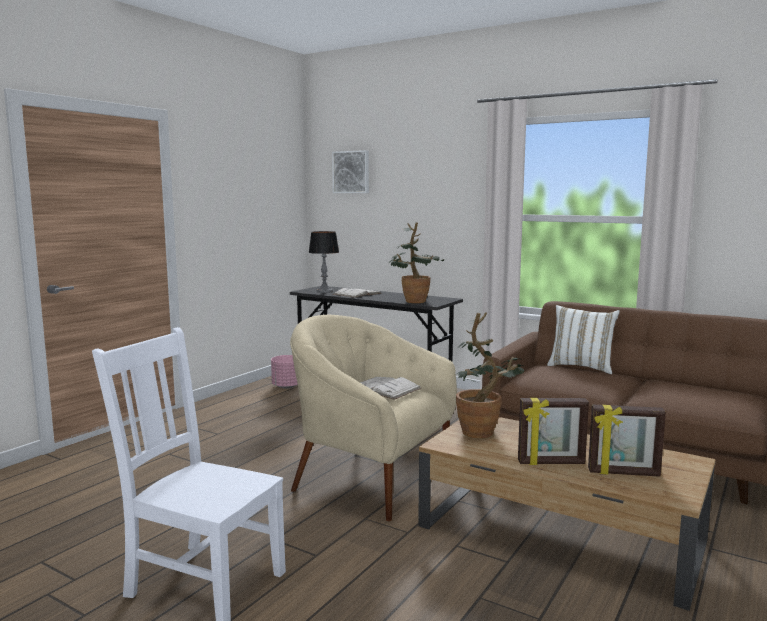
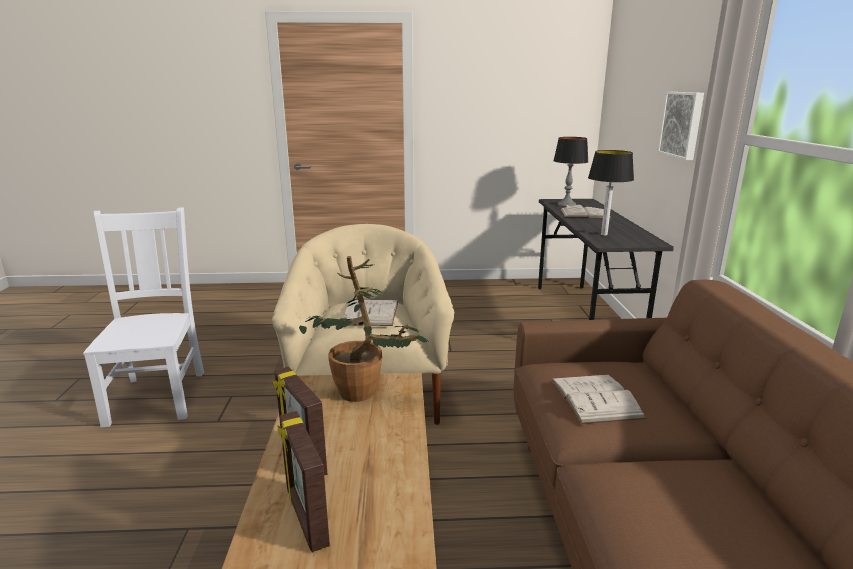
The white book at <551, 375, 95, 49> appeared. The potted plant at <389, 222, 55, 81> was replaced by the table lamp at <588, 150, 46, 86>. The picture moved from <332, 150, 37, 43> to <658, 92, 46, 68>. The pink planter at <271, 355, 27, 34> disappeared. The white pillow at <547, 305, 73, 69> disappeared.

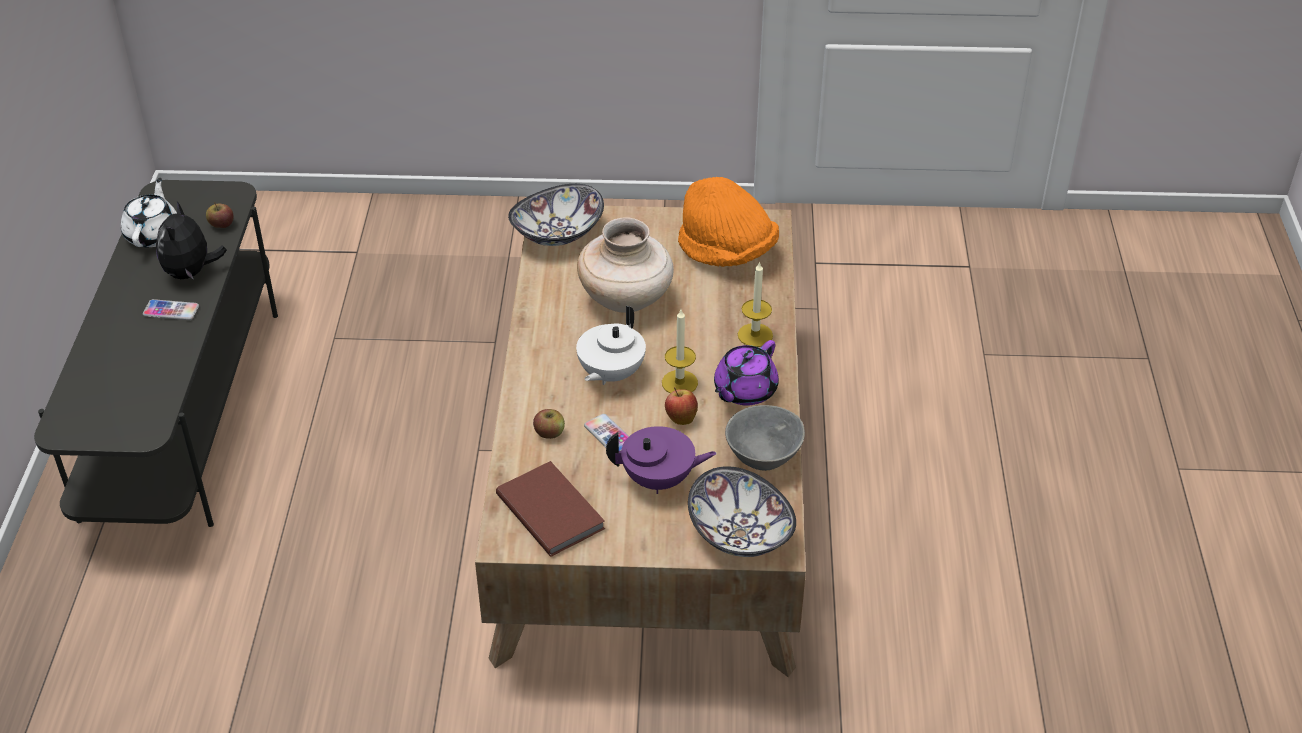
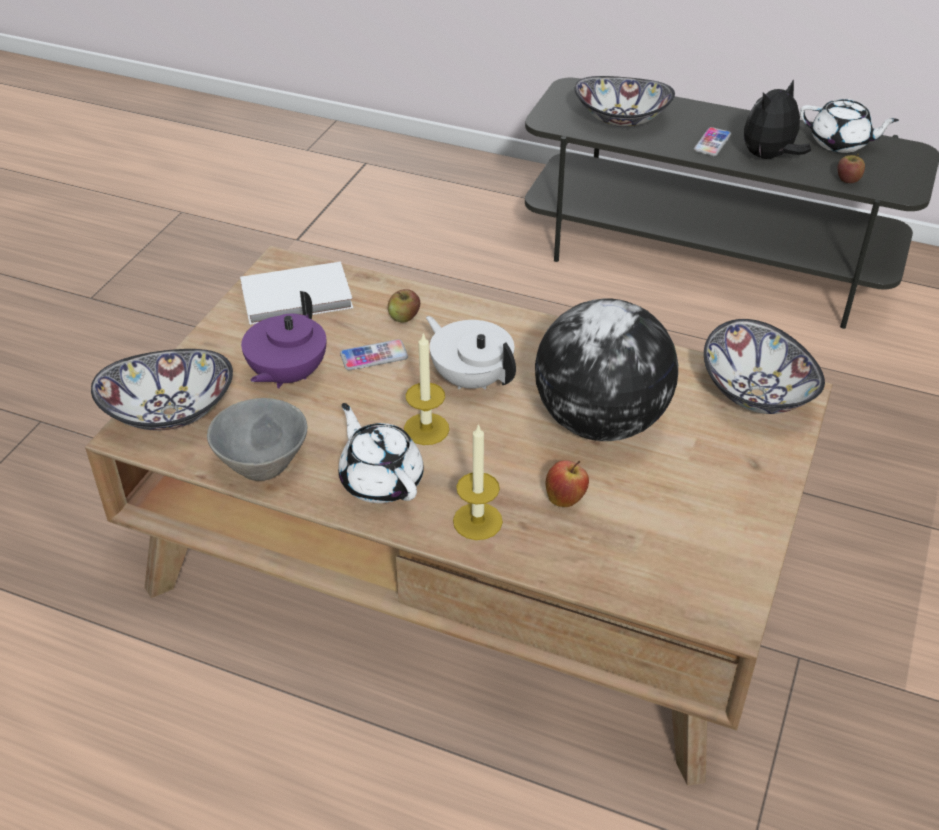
The brown book at <496, 461, 109, 95> became the white book at <240, 262, 113, 63>. The purple teapot at <714, 340, 65, 66> became the white teapot at <338, 403, 86, 100>. The beige vase at <577, 217, 97, 96> was replaced by the globe at <535, 298, 143, 143>. The apple moved from <665, 387, 33, 38> to <546, 460, 43, 47>. The bowl at <575, 76, 100, 51> appeared. The plush toy at <156, 201, 71, 79> turned 60 degrees counterclockwise. The orange hat at <678, 177, 101, 90> disappeared.

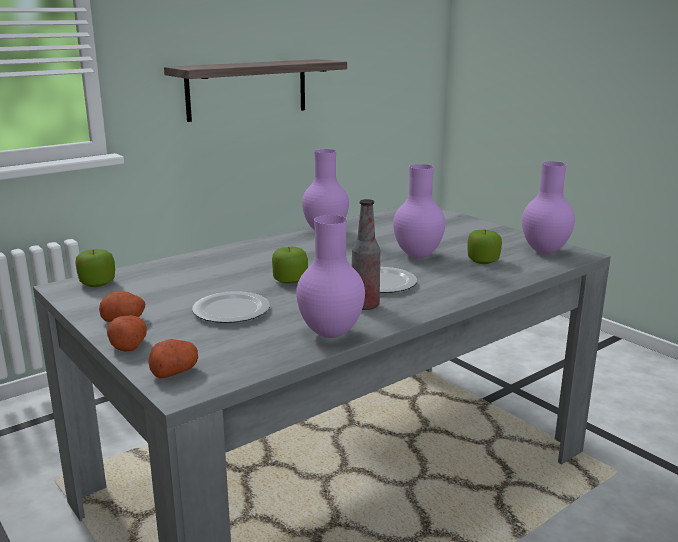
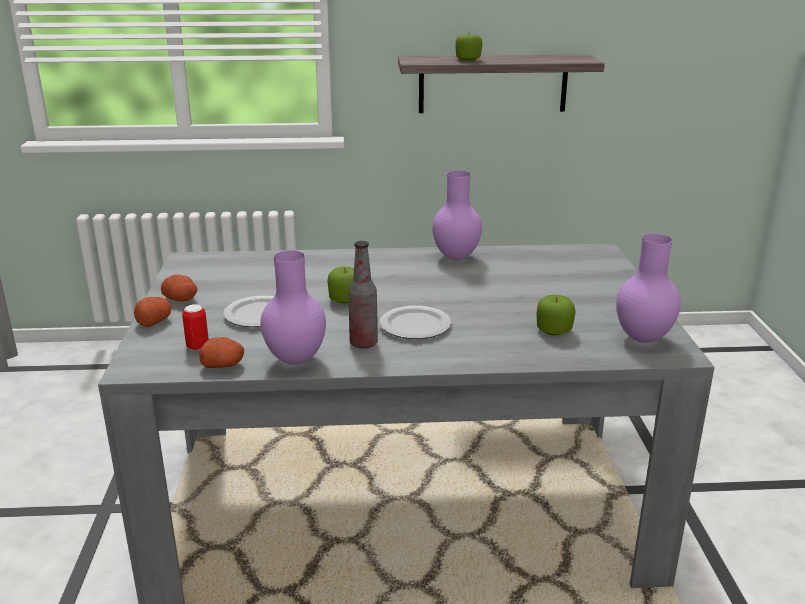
The can at <182, 304, 27, 47> appeared. The potato moved from <148, 339, 50, 39> to <199, 337, 45, 31>. The apple moved from <75, 249, 40, 38> to <455, 34, 27, 27>. The purple vase at <393, 164, 52, 94> disappeared.

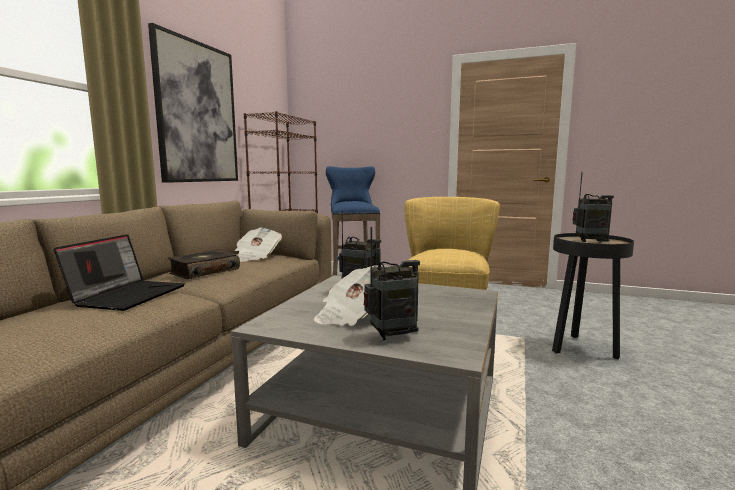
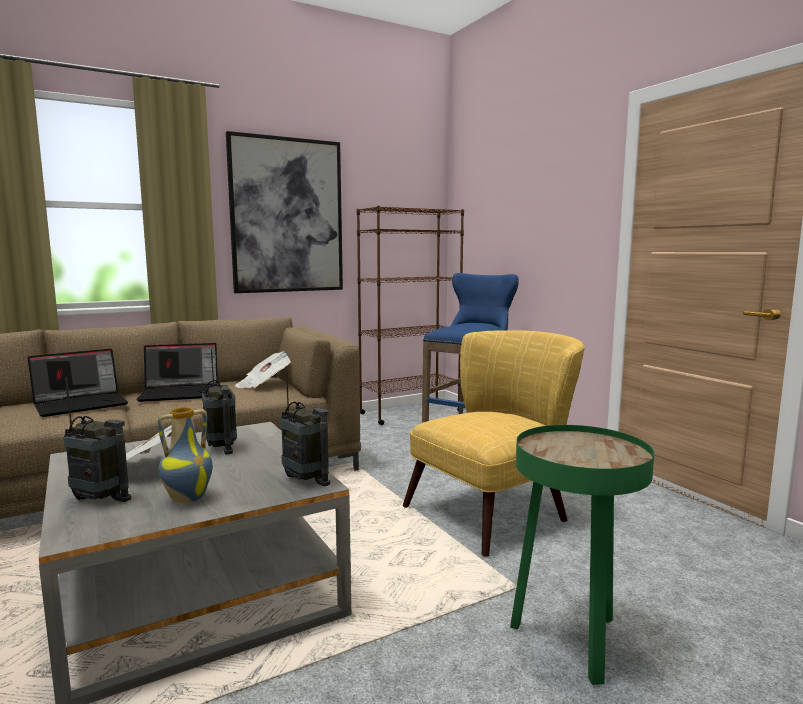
The book at <168, 249, 72, 30> was replaced by the laptop at <136, 343, 82, 59>. The vase at <157, 407, 56, 96> appeared. The radio moved from <572, 172, 42, 70> to <280, 366, 50, 120>. The black side table at <552, 233, 82, 126> became the green side table at <510, 425, 144, 260>.

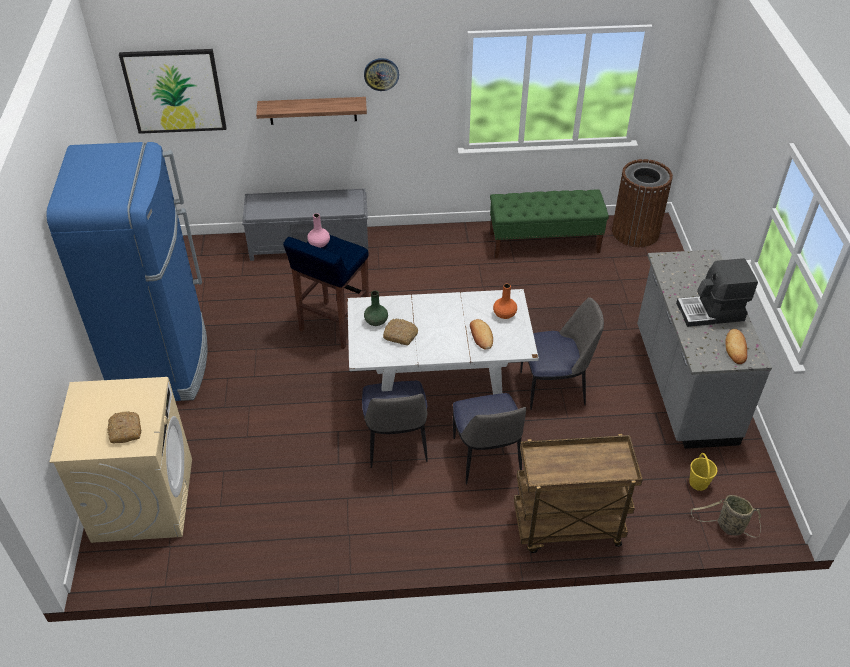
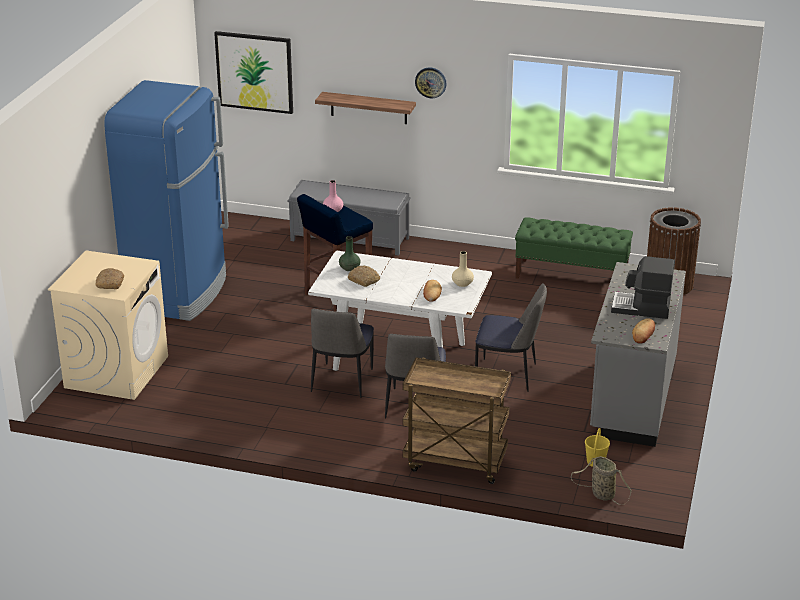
The orange vase at <493, 283, 24, 36> became the beige vase at <452, 251, 22, 36>.

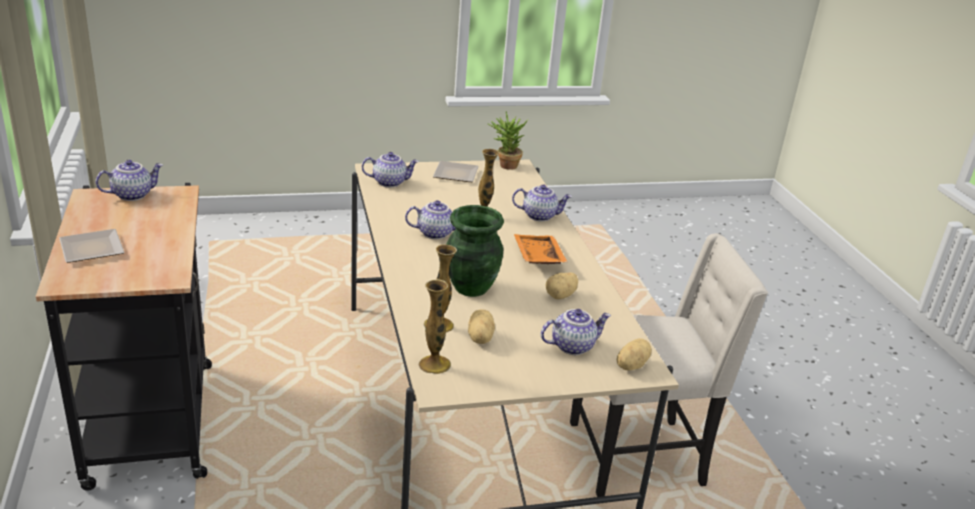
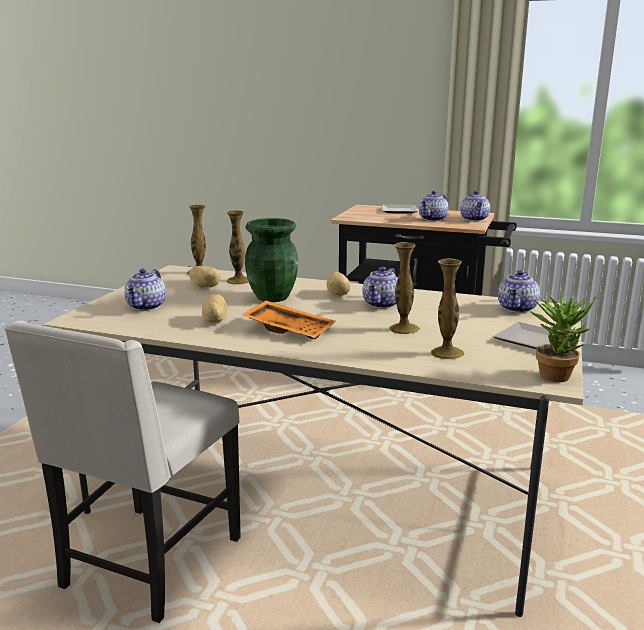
The potato moved from <617, 338, 35, 33> to <326, 271, 24, 25>. The teapot moved from <512, 184, 60, 37> to <419, 191, 29, 30>. The vase at <431, 259, 34, 100> appeared.

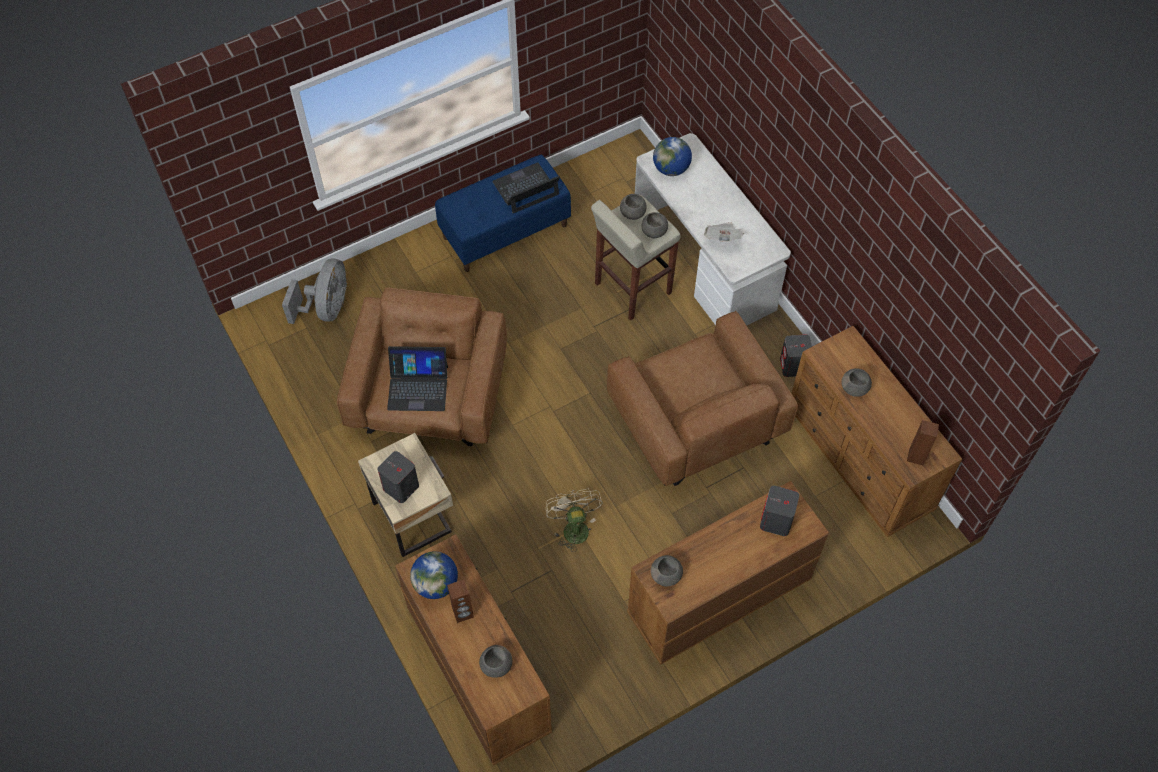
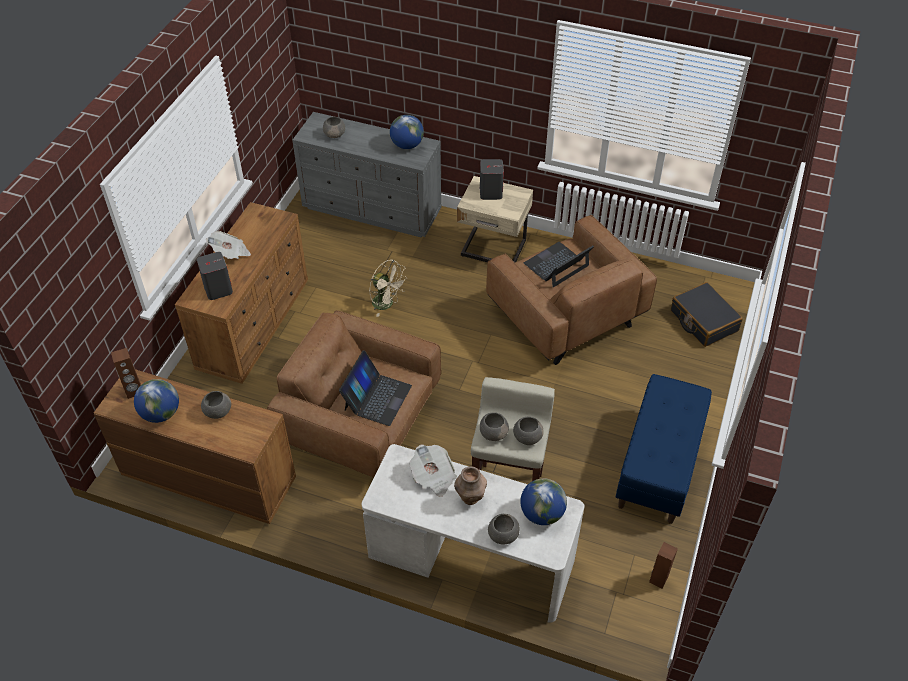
The globe at <134, 379, 45, 44> appeared. The newspaper at <206, 231, 45, 28> appeared. The brown dresser at <395, 534, 157, 232> became the grey dresser at <292, 112, 150, 126>. The laptop moved from <492, 163, 68, 50> to <339, 351, 73, 75>. The brown vase at <454, 467, 33, 38> appeared. The grey bowl moved from <651, 555, 32, 31> to <488, 514, 32, 31>. The brown speaker moved from <447, 579, 27, 44> to <649, 542, 29, 47>. The grey fan at <282, 258, 65, 66> was replaced by the black suitcase at <671, 282, 72, 65>. The grey speaker at <780, 334, 32, 43> disappeared.

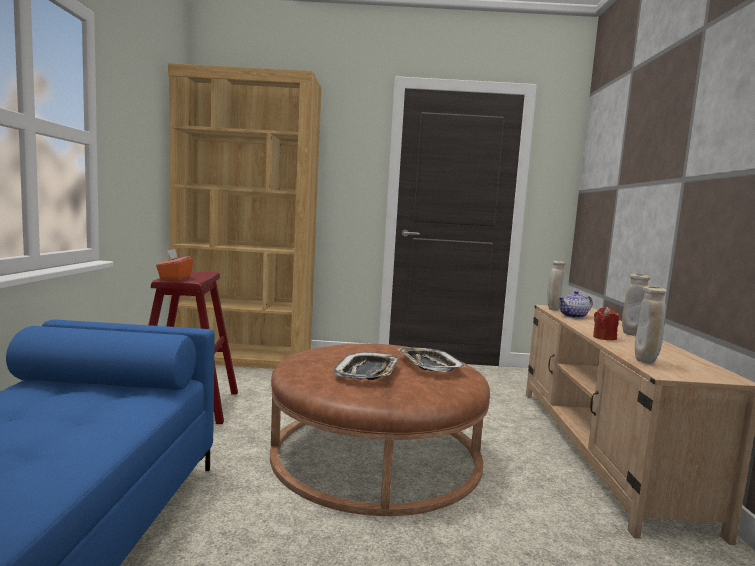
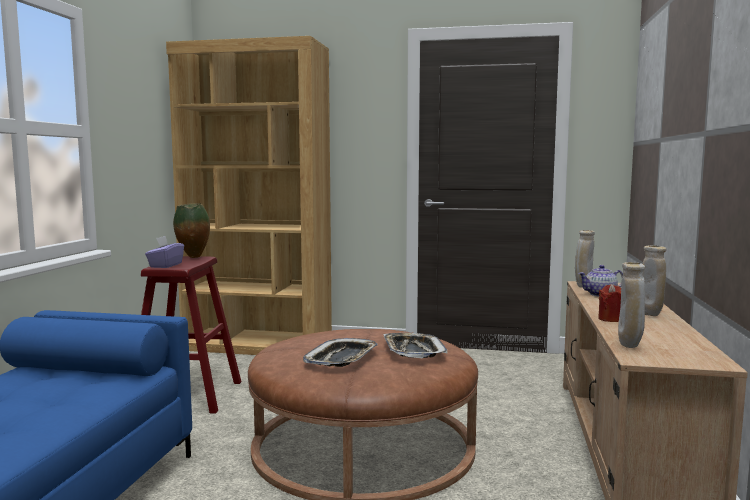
The orange tissue box at <156, 249, 37, 32> became the purple tissue box at <145, 236, 39, 32>. The vase at <173, 203, 37, 55> appeared.

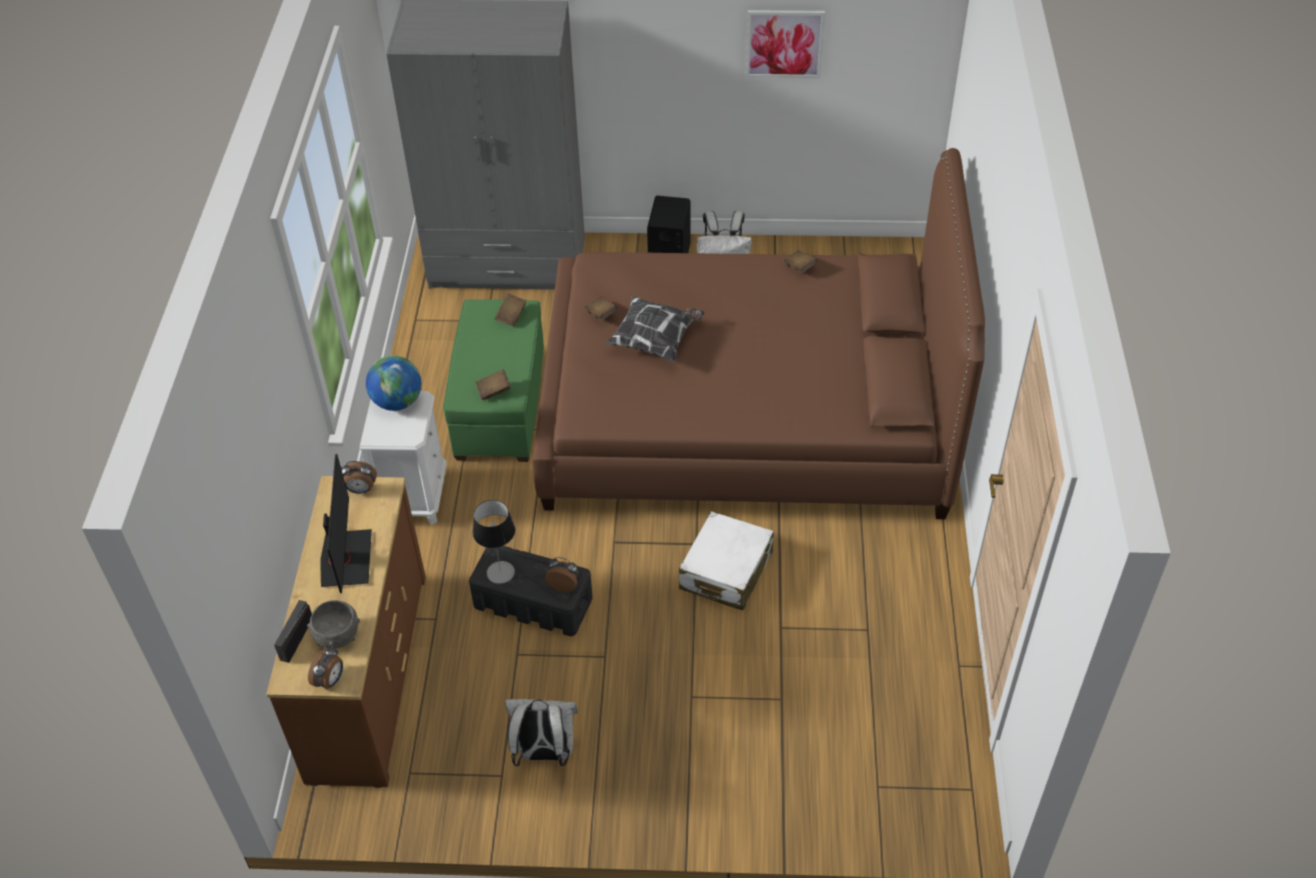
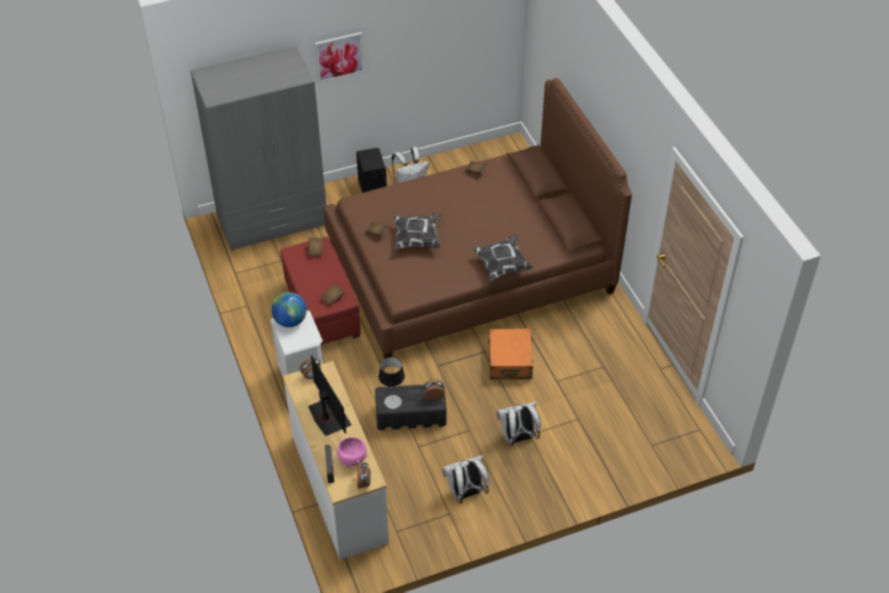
The green ottoman at <443, 299, 101, 163> became the red ottoman at <280, 237, 81, 110>. The brown dresser at <267, 476, 159, 312> became the white dresser at <283, 361, 106, 199>. The picture moved from <746, 10, 79, 68> to <315, 32, 49, 51>. The grey bowl at <307, 600, 53, 49> became the pink bowl at <337, 437, 30, 30>. The pillow at <472, 235, 62, 46> appeared. The white suitcase at <679, 511, 95, 99> became the orange suitcase at <487, 329, 46, 50>. The white backpack at <497, 402, 44, 45> appeared.

